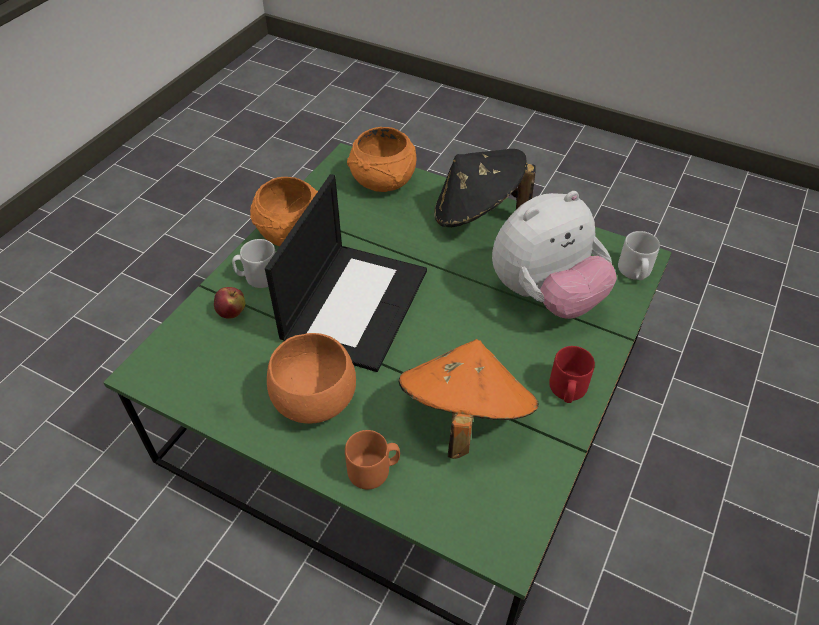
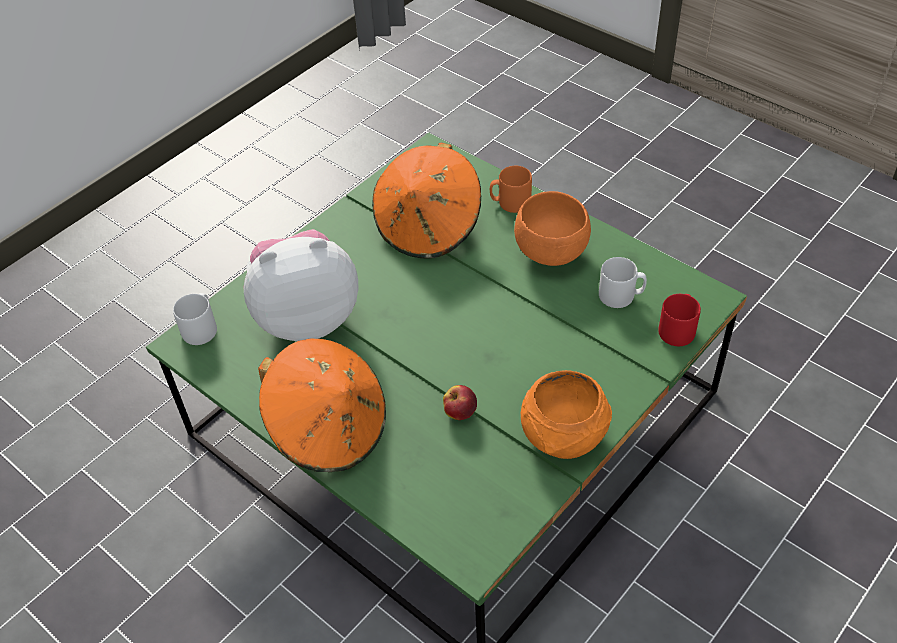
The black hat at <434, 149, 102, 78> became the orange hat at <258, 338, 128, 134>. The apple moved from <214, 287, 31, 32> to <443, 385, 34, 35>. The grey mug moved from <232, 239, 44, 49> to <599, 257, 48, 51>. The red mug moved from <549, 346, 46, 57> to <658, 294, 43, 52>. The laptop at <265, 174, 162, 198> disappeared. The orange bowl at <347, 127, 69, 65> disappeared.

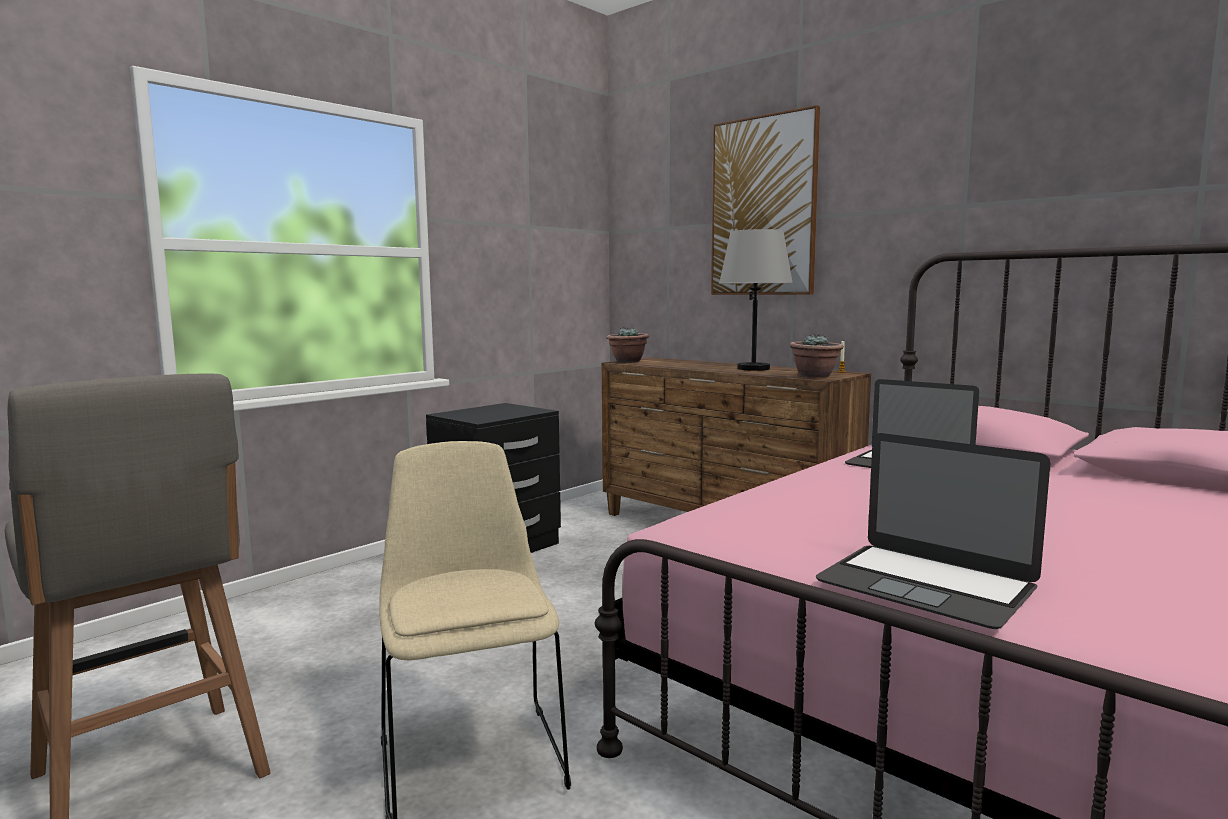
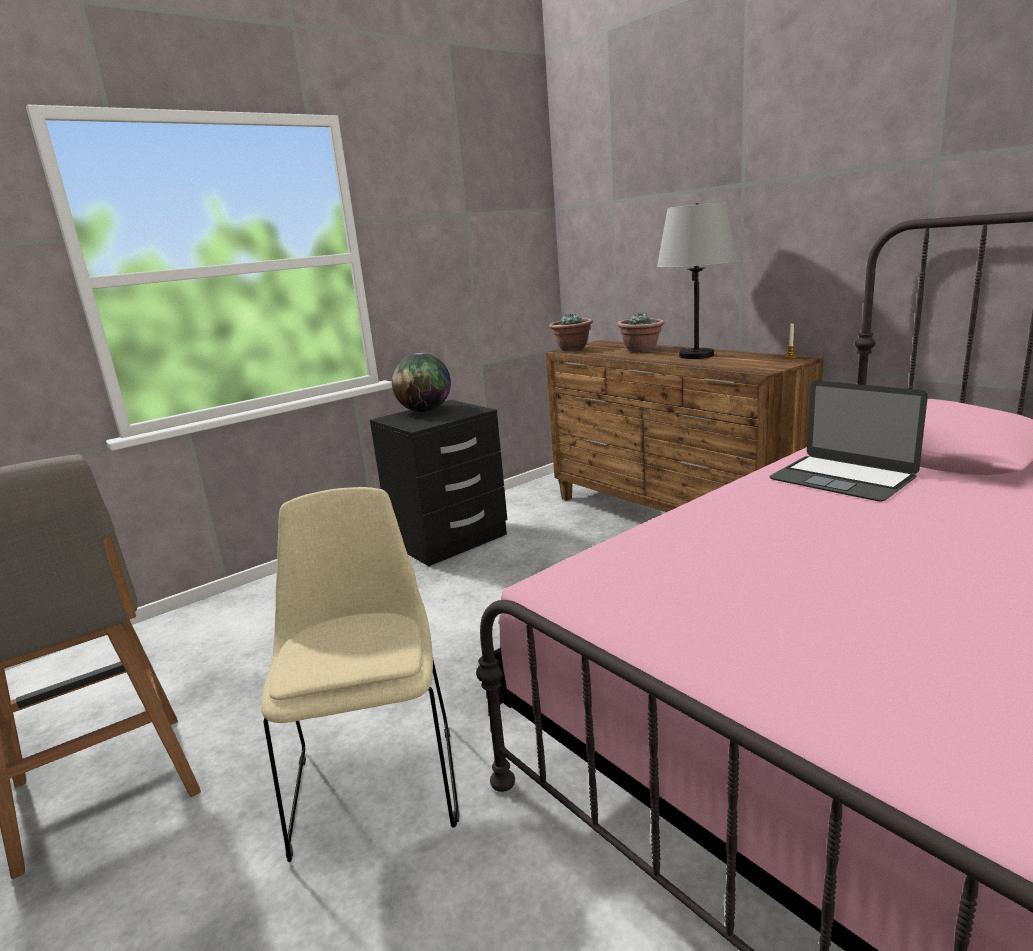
The globe at <392, 353, 59, 59> appeared. The potted plant moved from <790, 334, 54, 44> to <617, 312, 47, 41>. The picture at <711, 105, 109, 190> disappeared. The laptop at <816, 433, 234, 196> disappeared.

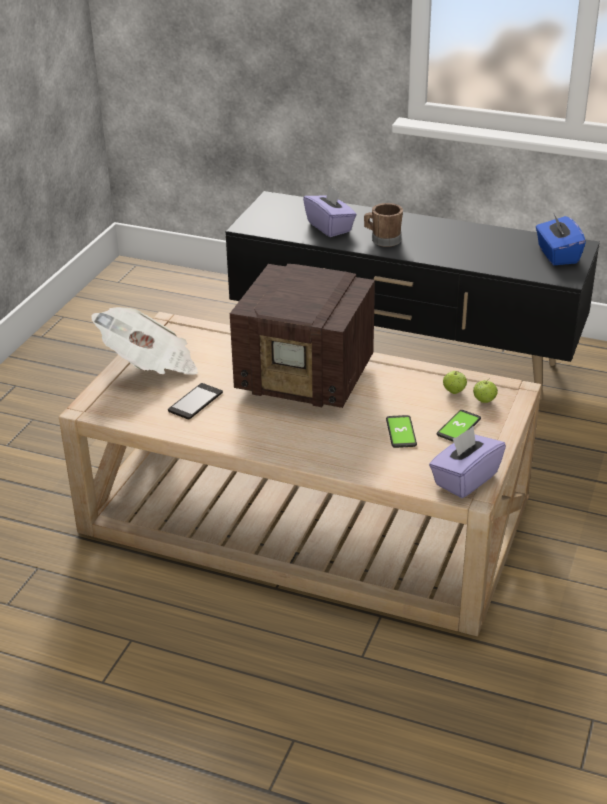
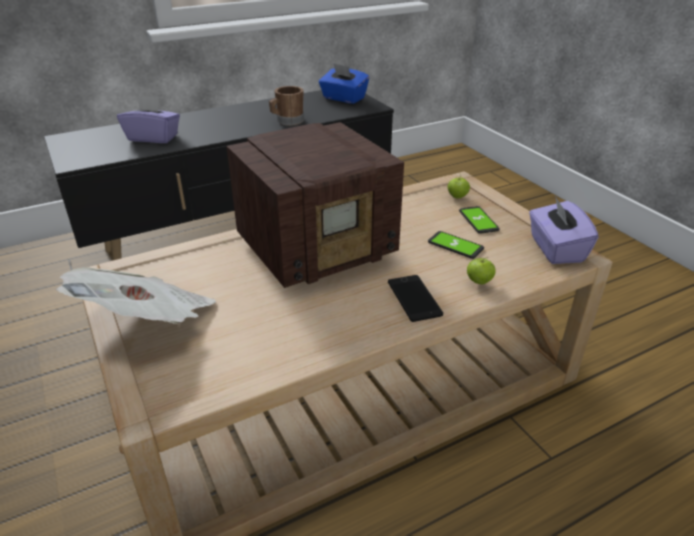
The brown mug moved from <364, 203, 39, 44> to <269, 86, 35, 40>. The phone moved from <168, 383, 55, 36> to <388, 275, 55, 47>. The apple moved from <443, 371, 24, 23> to <467, 257, 28, 28>.

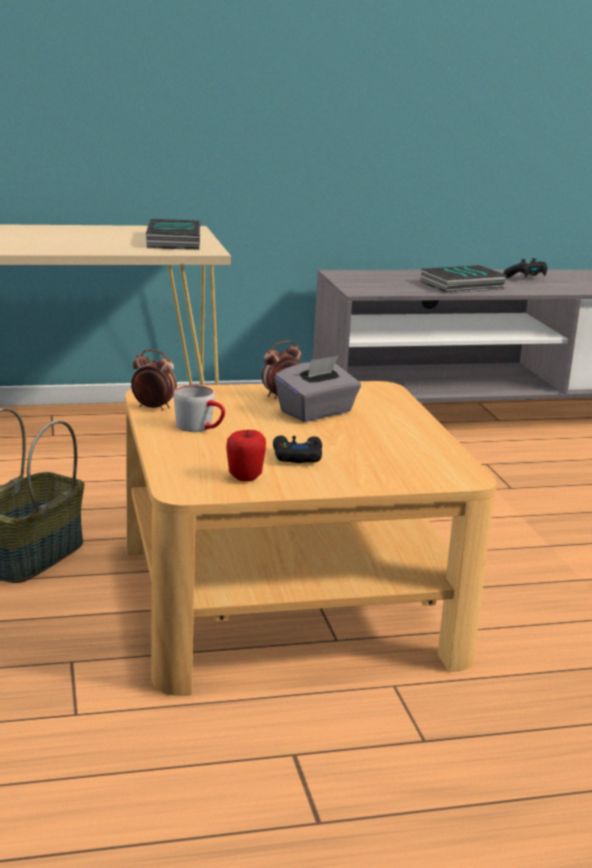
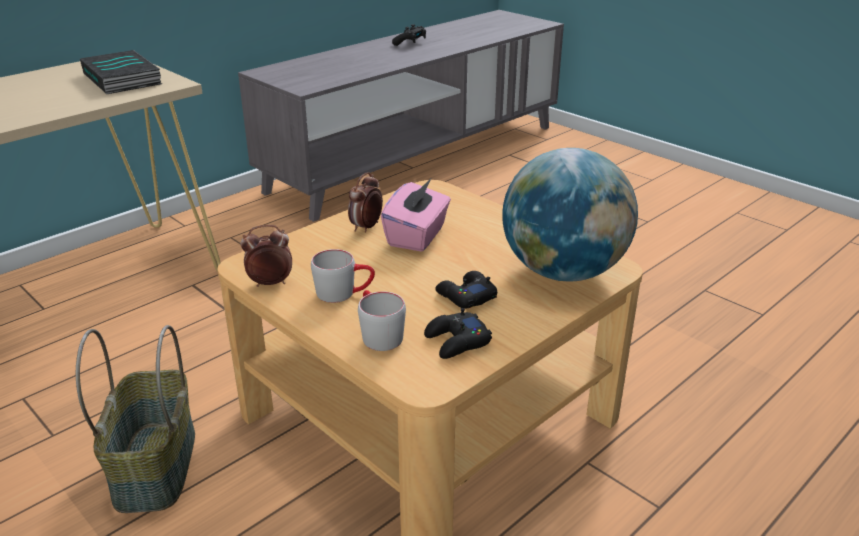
The grey mug at <358, 290, 48, 61> appeared. The grey tissue box at <274, 356, 87, 66> became the pink tissue box at <381, 179, 70, 73>. The apple at <226, 430, 40, 52> was replaced by the black game controller at <424, 308, 68, 51>. The globe at <502, 148, 136, 134> appeared. The book at <421, 265, 87, 28> disappeared.

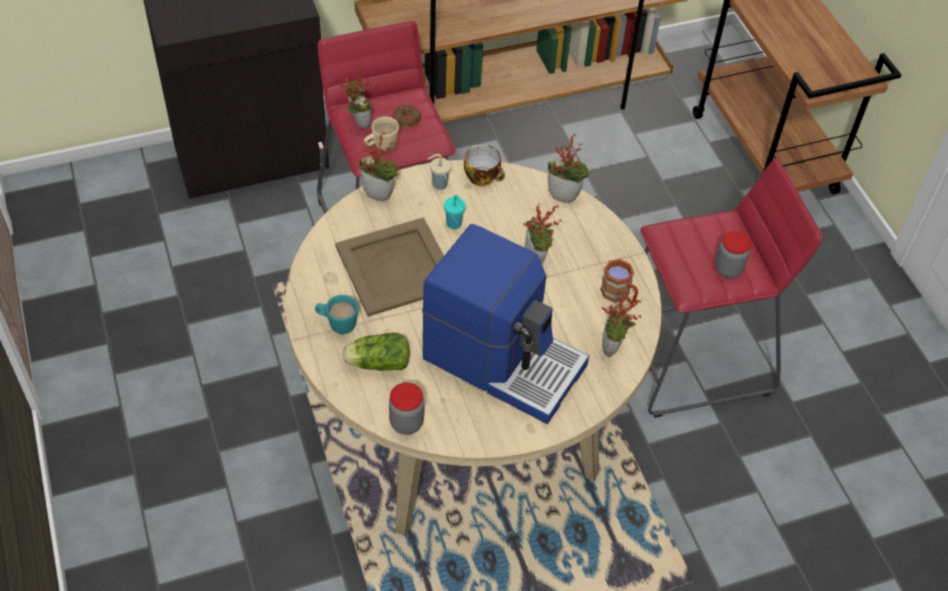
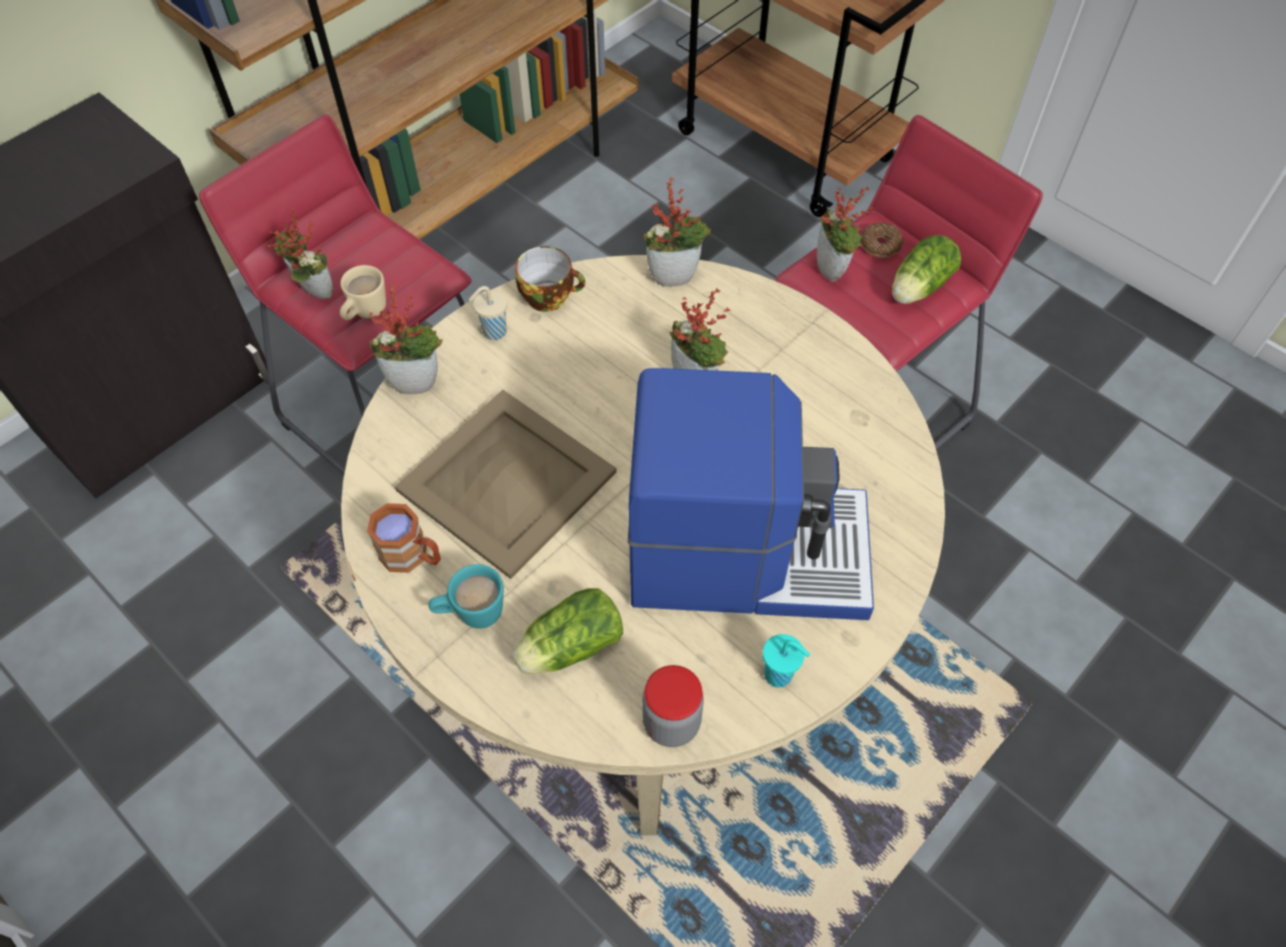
The brown mug moved from <600, 259, 38, 45> to <367, 503, 74, 70>. The turquoise cup moved from <444, 195, 22, 34> to <763, 634, 47, 54>. The potted plant moved from <601, 292, 41, 65> to <817, 186, 57, 95>. The donut moved from <393, 105, 28, 23> to <860, 223, 43, 35>. The jar at <715, 231, 36, 47> was replaced by the lettuce at <892, 235, 69, 69>.

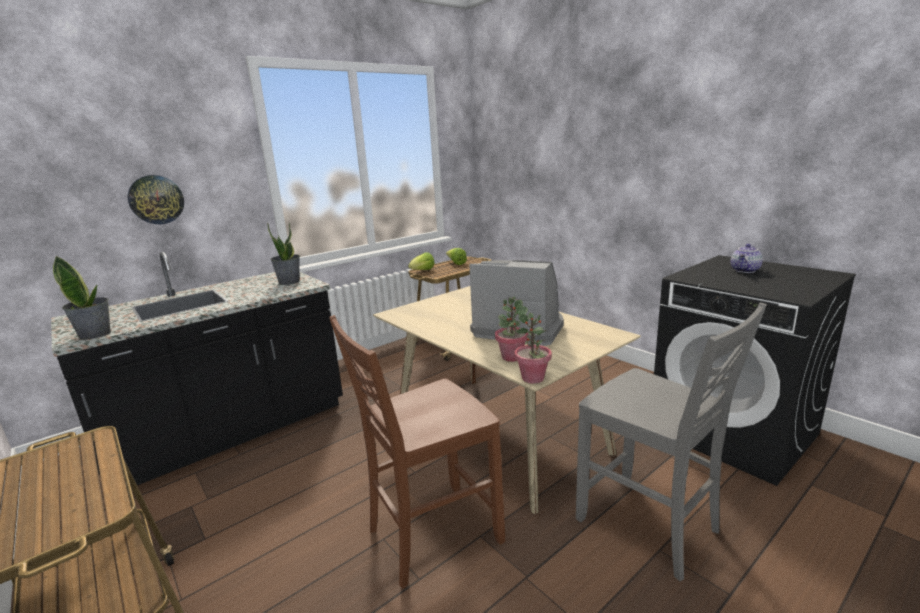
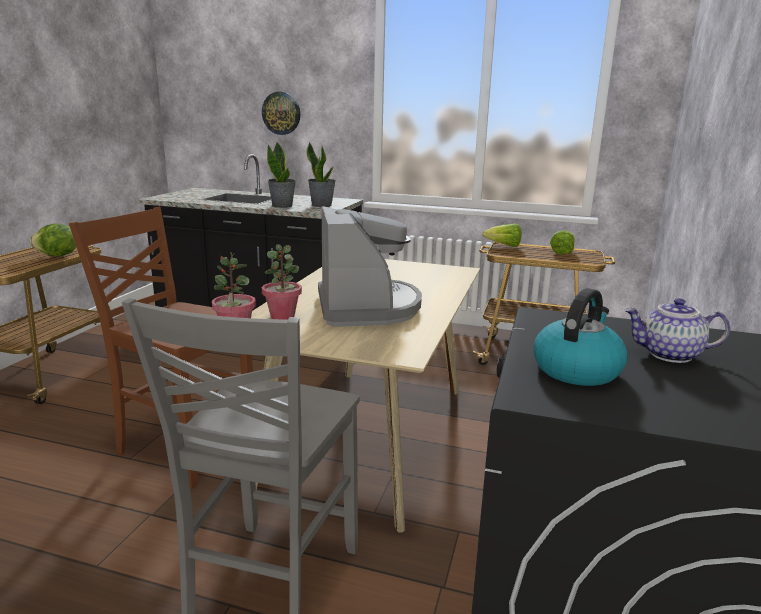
The lettuce at <30, 224, 46, 32> appeared. The potted plant moved from <53, 256, 58, 84> to <267, 142, 29, 66>. The kettle at <534, 288, 94, 98> appeared.

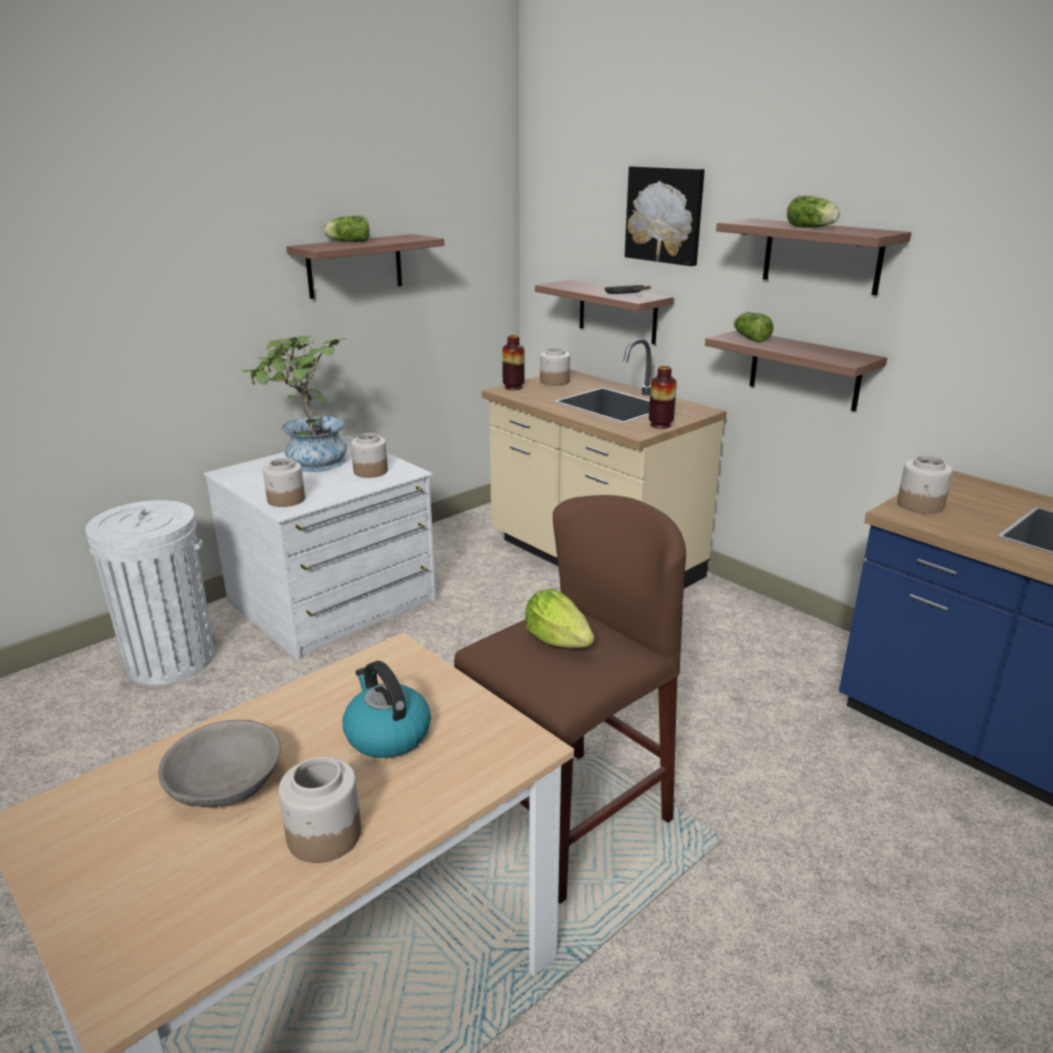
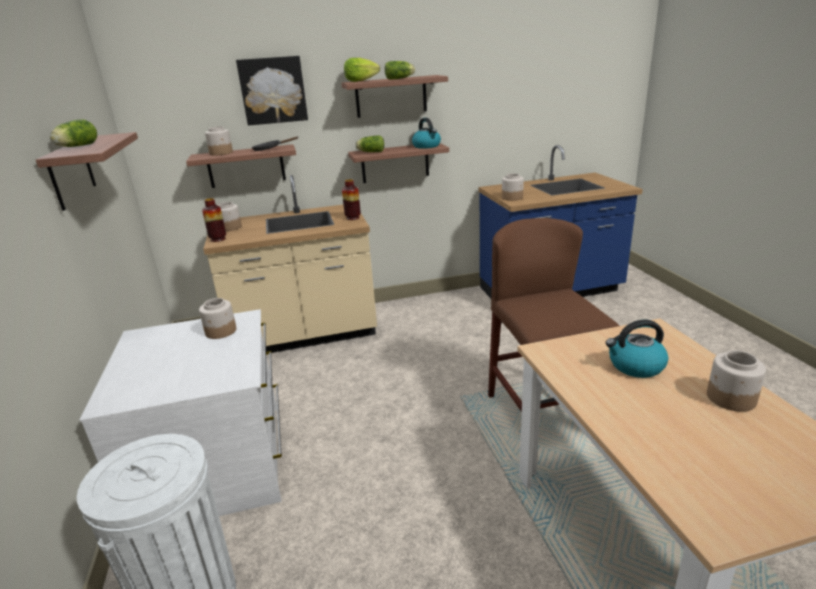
The jar moved from <263, 458, 42, 49> to <205, 127, 28, 29>. The lettuce moved from <525, 589, 69, 59> to <344, 58, 36, 24>. The kettle at <412, 118, 29, 31> appeared. The grey bowl at <158, 720, 123, 87> disappeared. The potted plant at <241, 336, 106, 136> disappeared.

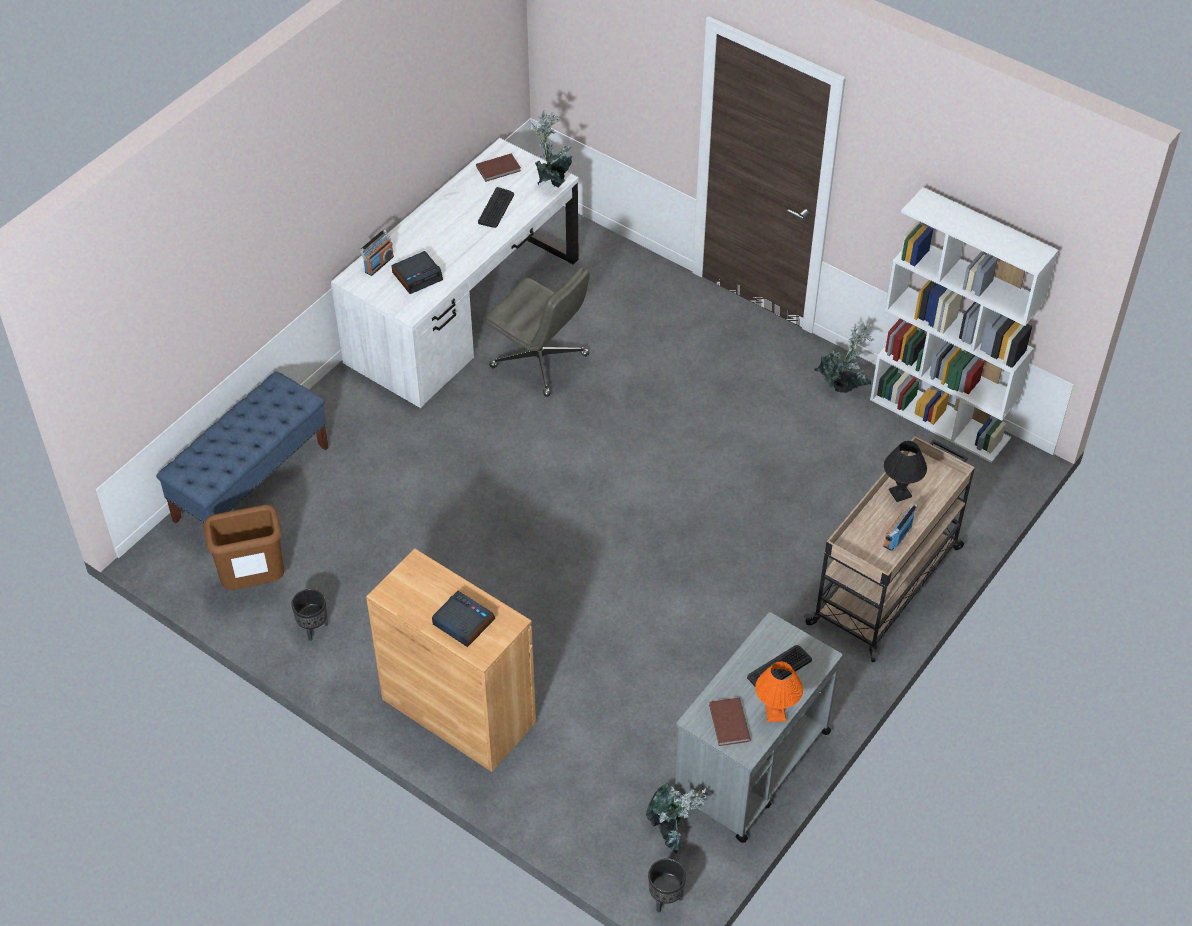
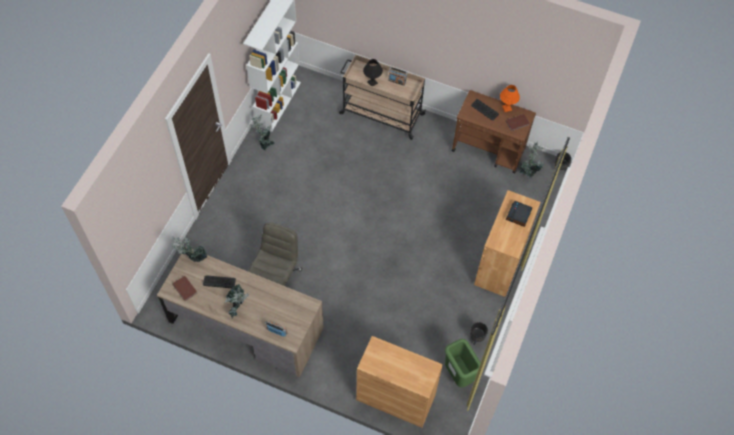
The white desk at <331, 138, 248, 270> became the brown desk at <157, 247, 167, 131>. The potted plant at <225, 284, 24, 34> appeared. The blue bench at <156, 371, 173, 152> was replaced by the brown cabinet at <356, 336, 87, 92>. The brown trash can at <204, 504, 80, 86> became the green trash can at <445, 339, 36, 49>. The grey cart at <675, 612, 167, 231> became the brown cart at <452, 90, 84, 84>. The alarm clock at <391, 251, 52, 43> disappeared.

